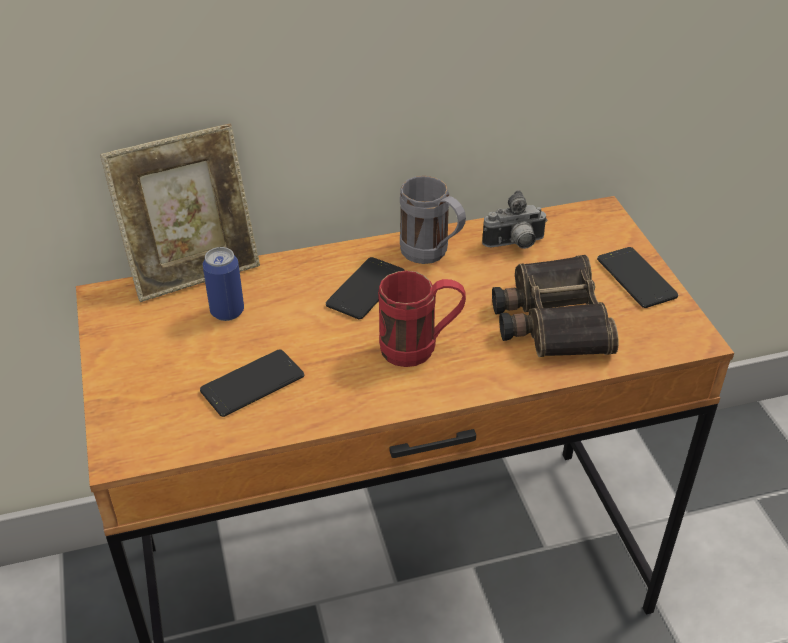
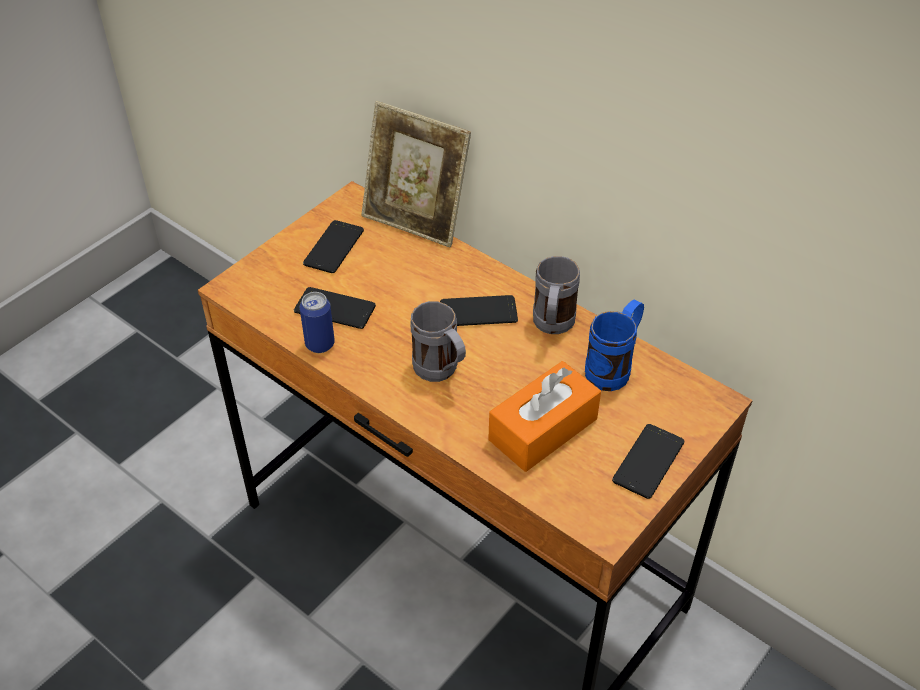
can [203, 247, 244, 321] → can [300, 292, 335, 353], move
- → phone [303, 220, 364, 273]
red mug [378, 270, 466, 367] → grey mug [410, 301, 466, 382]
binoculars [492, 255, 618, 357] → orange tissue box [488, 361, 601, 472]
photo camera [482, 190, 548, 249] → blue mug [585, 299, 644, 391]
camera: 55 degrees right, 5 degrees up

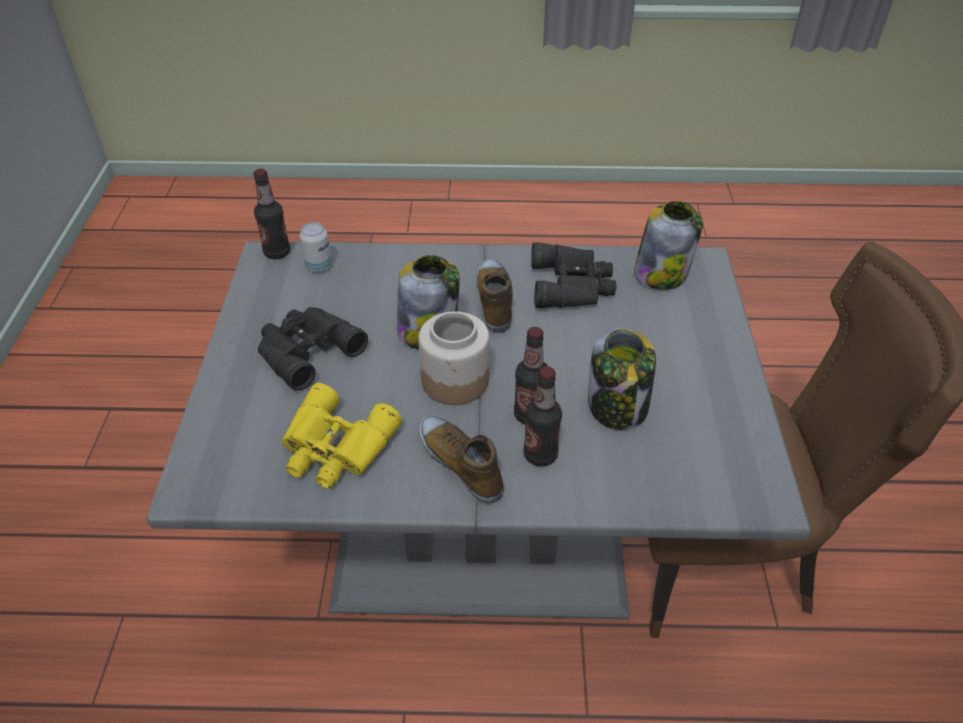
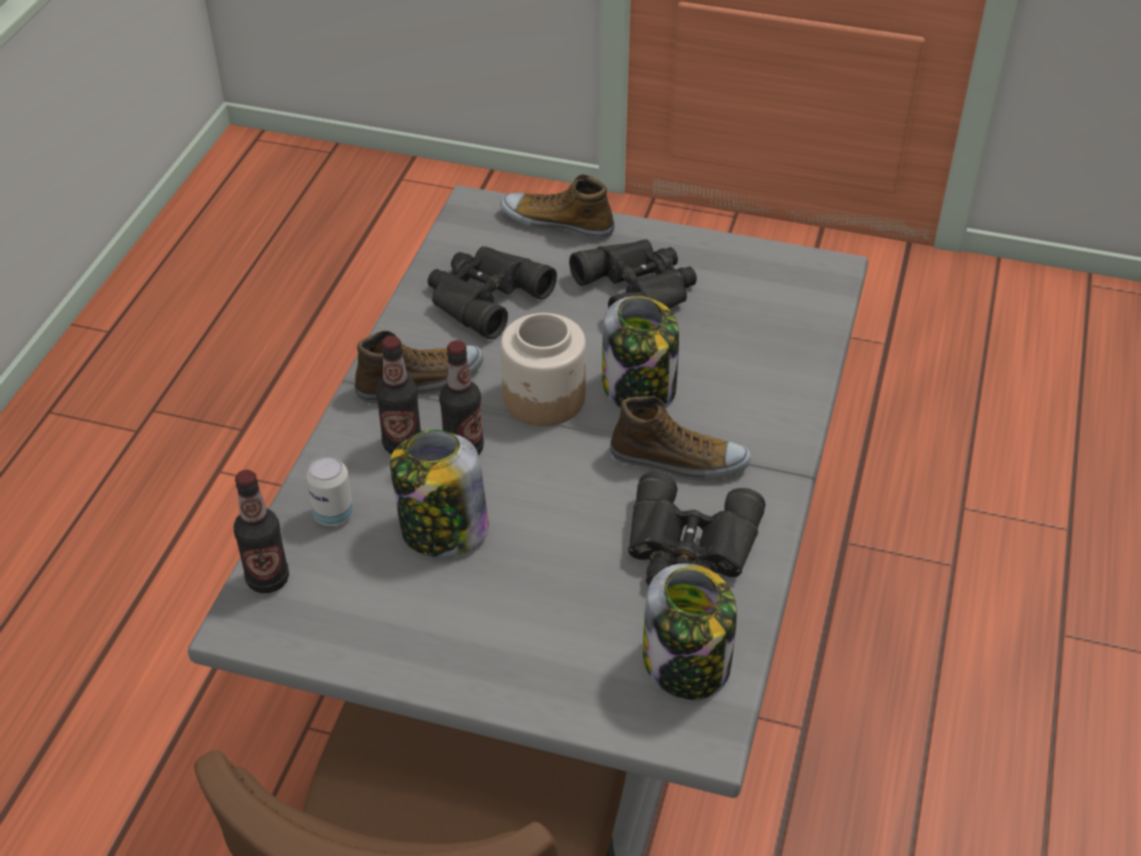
bottle [253, 169, 290, 259] → bottle [234, 470, 289, 593], move
can [300, 222, 332, 272] → can [306, 455, 353, 526], move
yellow binoculars [282, 383, 402, 489] → black binoculars [428, 246, 557, 339]
- → shoe [501, 174, 615, 239]
camera: 105 degrees right, 0 degrees up

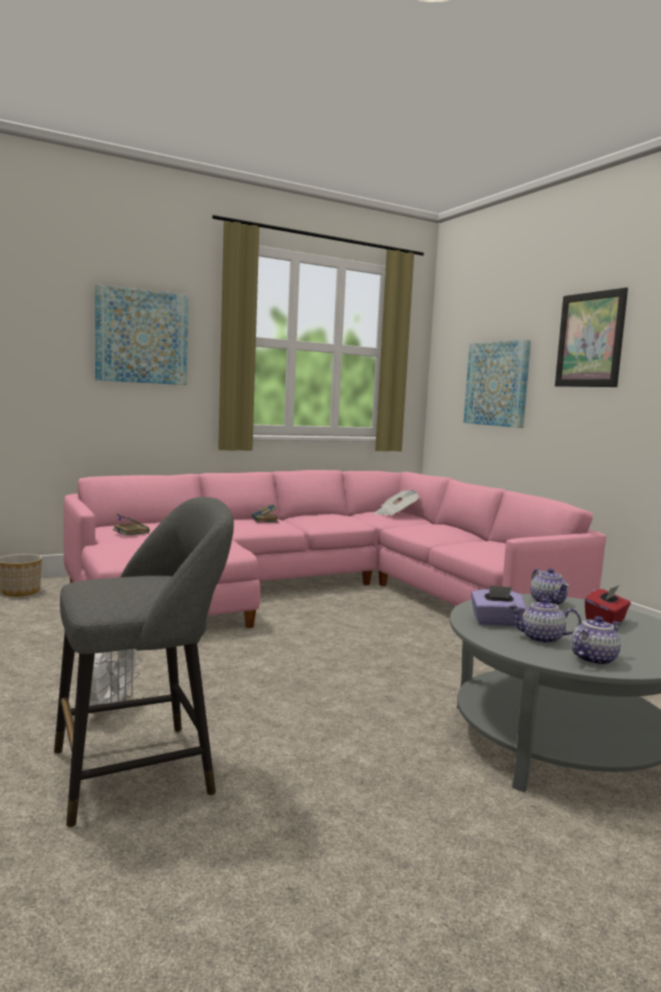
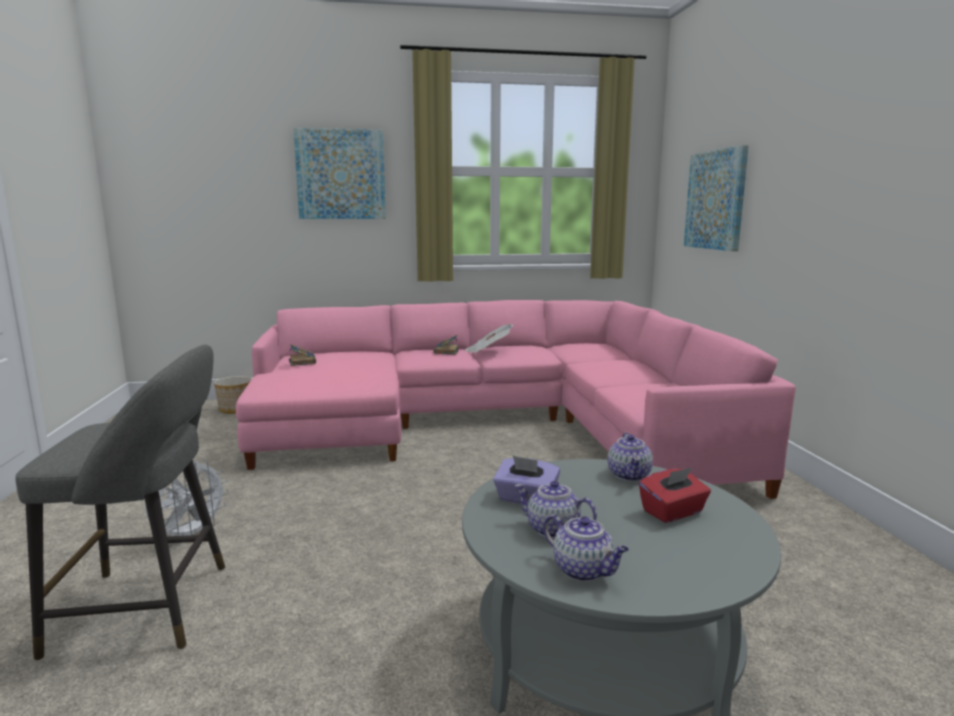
newspaper [374, 490, 419, 516] → newspaper [465, 324, 513, 353], move
teapot [572, 616, 621, 665] → teapot [543, 514, 629, 581], 60 degrees clockwise
picture [555, 287, 628, 387] → -
camera: 20 degrees right, 5 degrees up

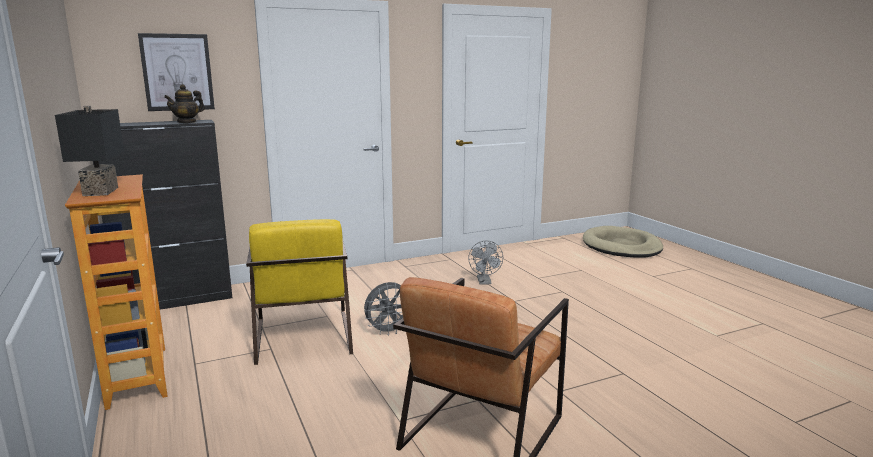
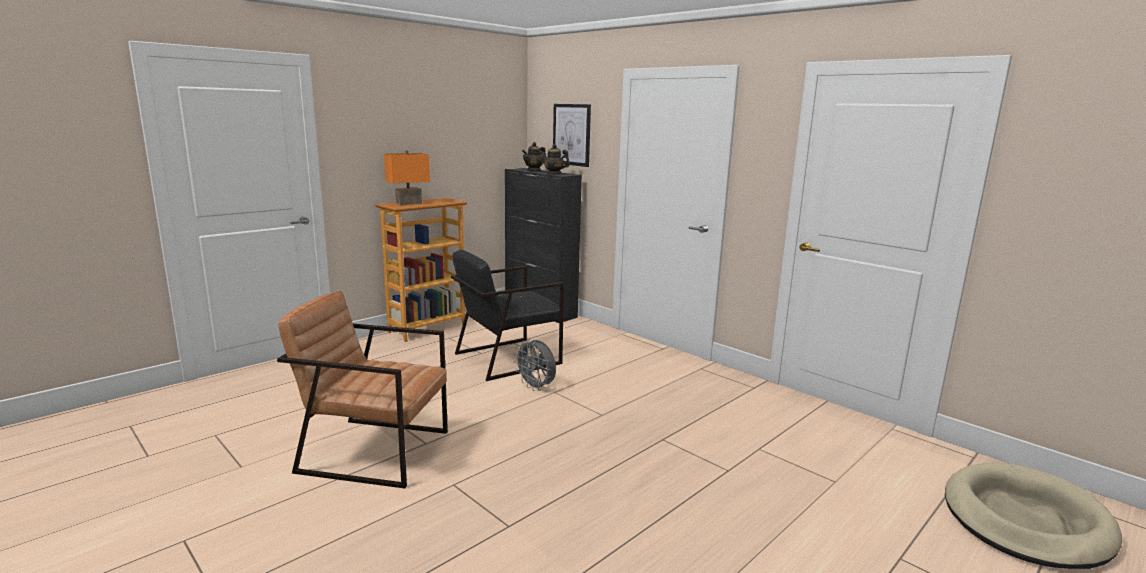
black table lamp [55, 106, 124, 196] → orange table lamp [384, 150, 430, 205]
yellow armchair [246, 219, 353, 365] → black armchair [451, 249, 564, 381]
- → teapot [522, 142, 546, 171]
grey fan [468, 241, 503, 285] → -
camera: 70 degrees right, 0 degrees up

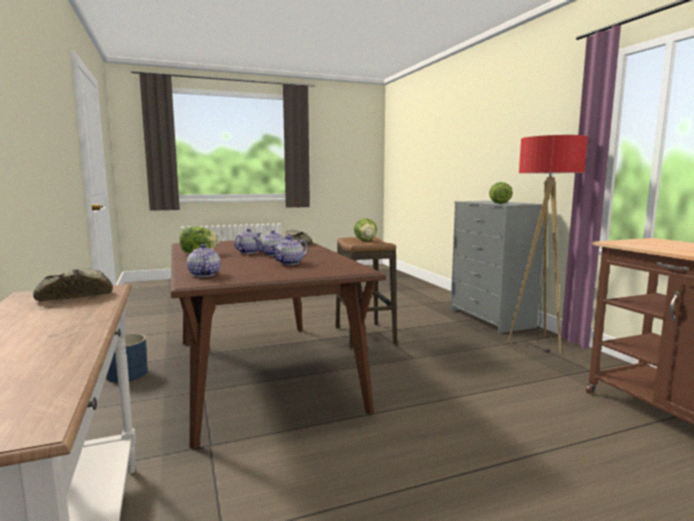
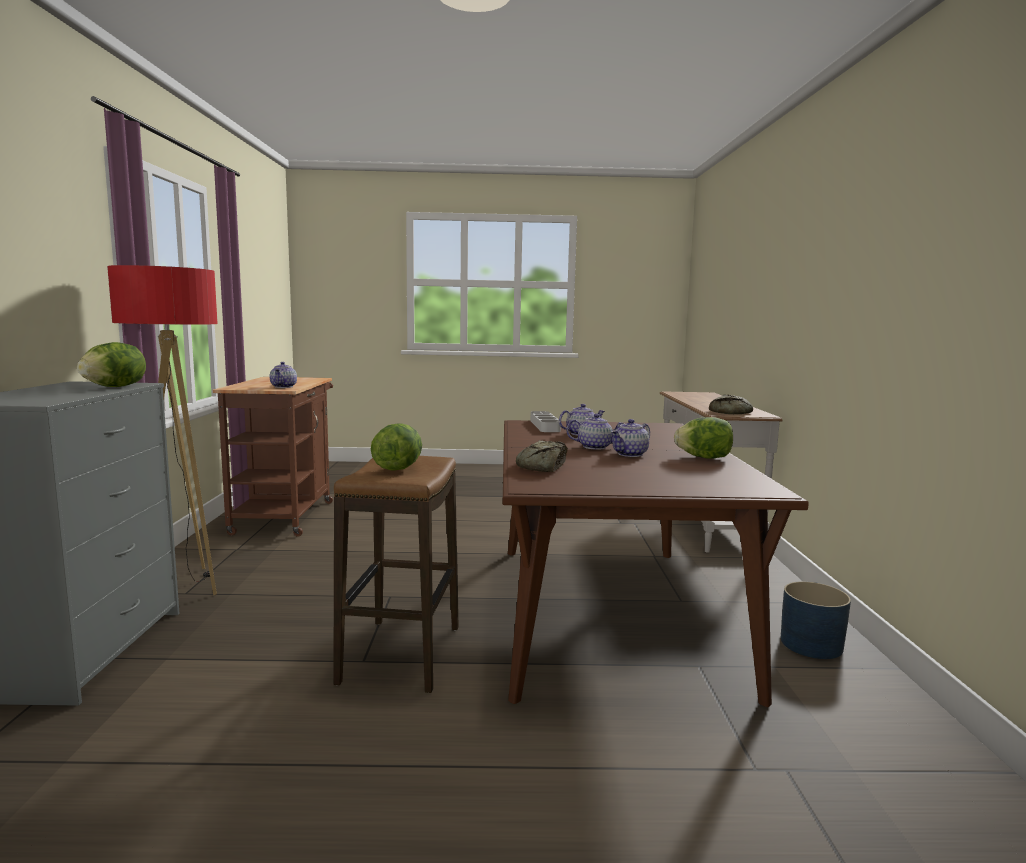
teapot [187, 244, 221, 277] → teapot [270, 362, 297, 388], move
- → grey tray [530, 411, 561, 432]
camera: 160 degrees left, 0 degrees up

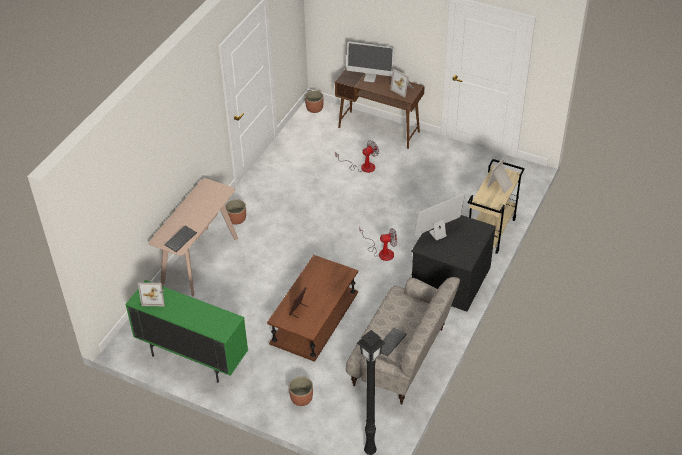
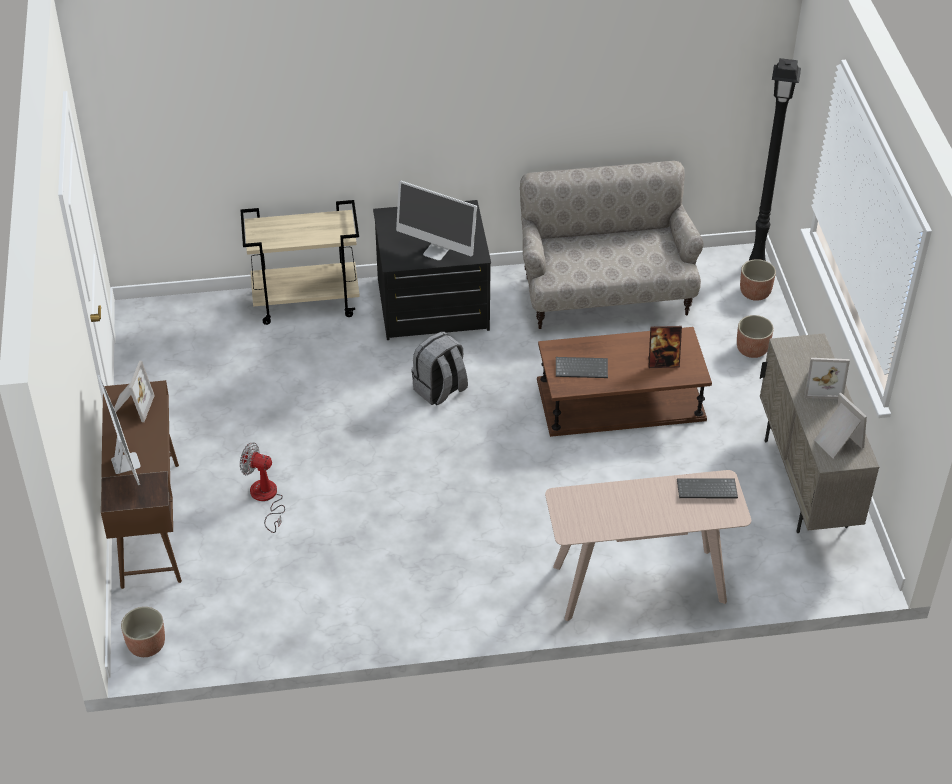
fan [360, 228, 397, 261] → grey backpack [411, 332, 468, 405]
keyboard [381, 328, 407, 356] → keyboard [556, 357, 608, 378], move
planter [225, 199, 246, 224] → planter [740, 259, 776, 301], move
green cabinet [125, 280, 248, 383] → beige cabinet [760, 333, 879, 533]
picture frame [487, 158, 513, 193] → picture frame [805, 358, 850, 399], move
camera: 125 degrees left, 0 degrees up

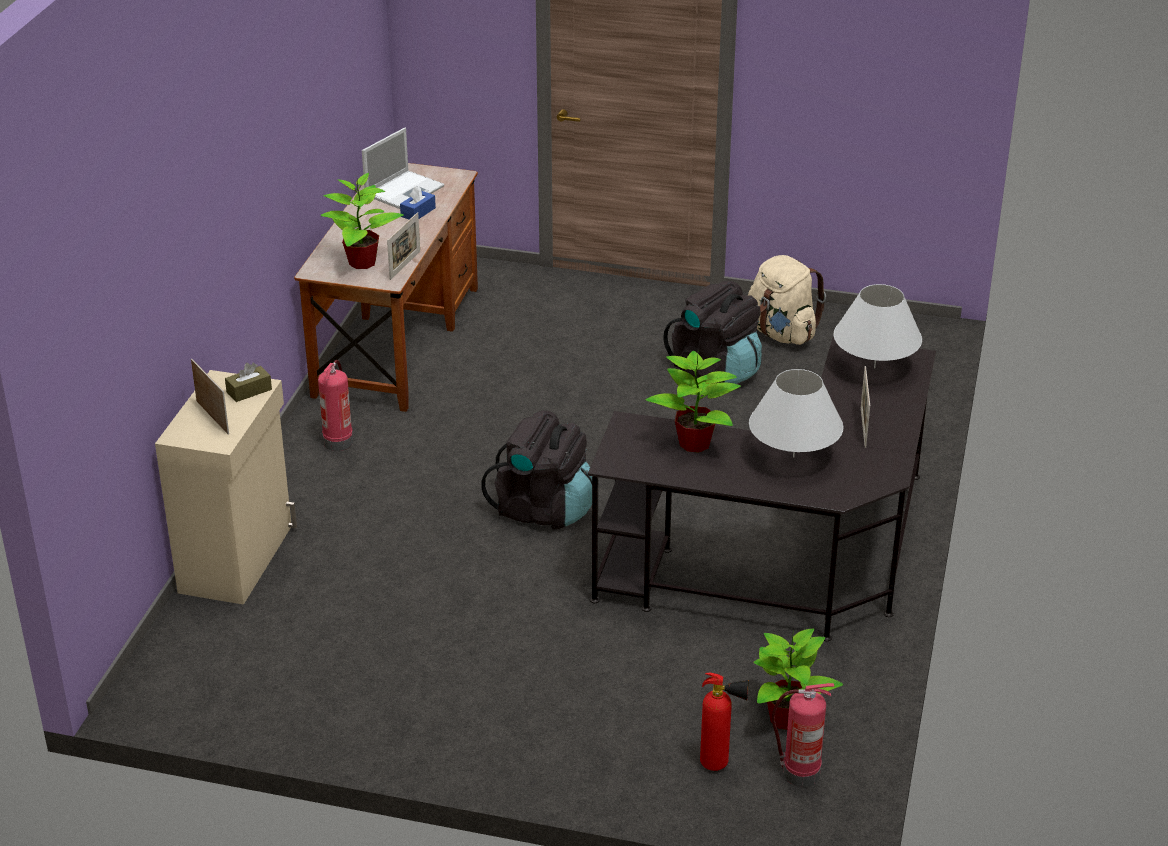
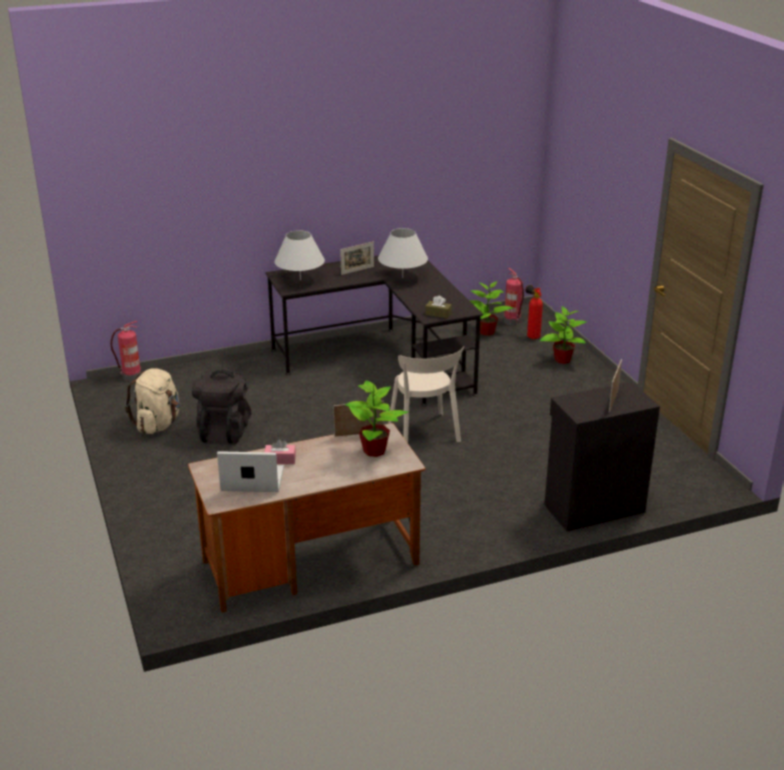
fire extinguisher [318, 360, 353, 451] → fire extinguisher [111, 321, 141, 381], move
blue tissue box [400, 186, 436, 220] → pink tissue box [265, 439, 296, 464]
black backpack [481, 410, 592, 529] → beige chair [388, 347, 464, 443]
brown tissue box [225, 363, 272, 402] → brown tissue box [425, 295, 452, 318], move
potted plant [646, 351, 741, 453] → potted plant [540, 306, 587, 364], move
beige cabinet [155, 370, 297, 605] → black cabinet [544, 382, 660, 532]
camera: 125 degrees left, 5 degrees down

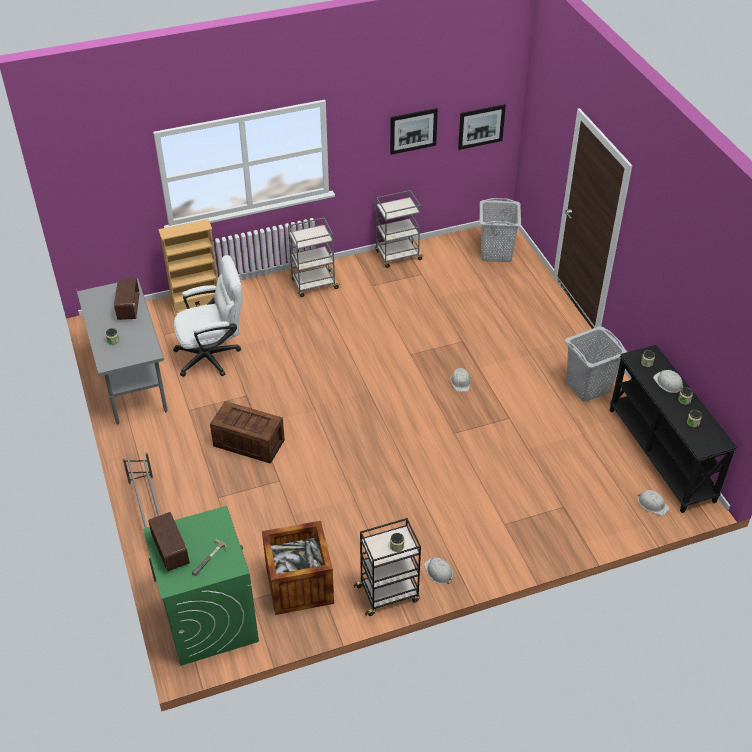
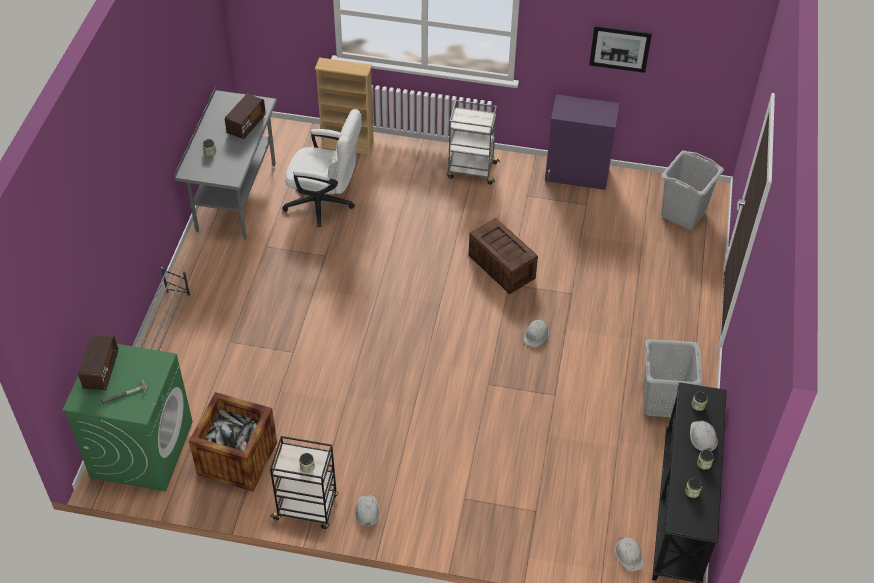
crate [210, 401, 285, 464] → crate [469, 218, 538, 294], move
grey cart [375, 190, 423, 268] → purple cabinet [545, 94, 619, 190]
picture [458, 104, 506, 150] → -
camera: 30 degrees right, 5 degrees up

